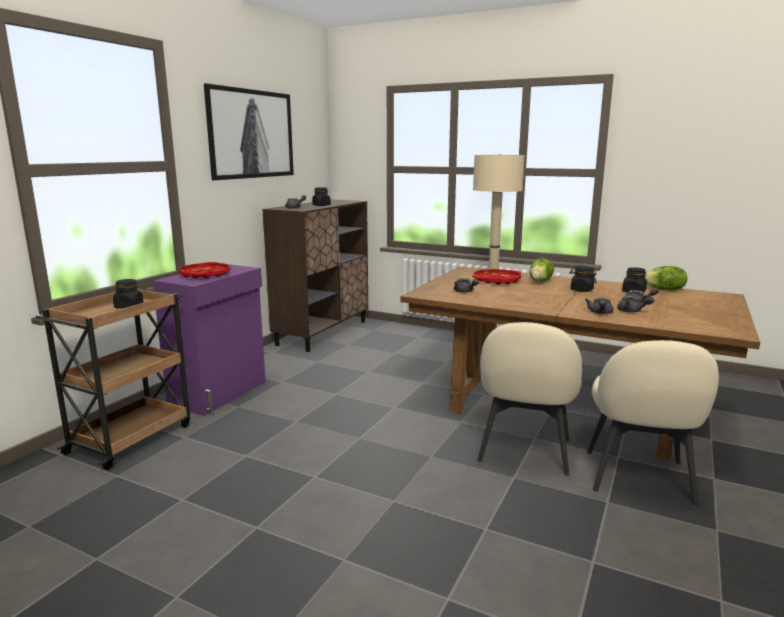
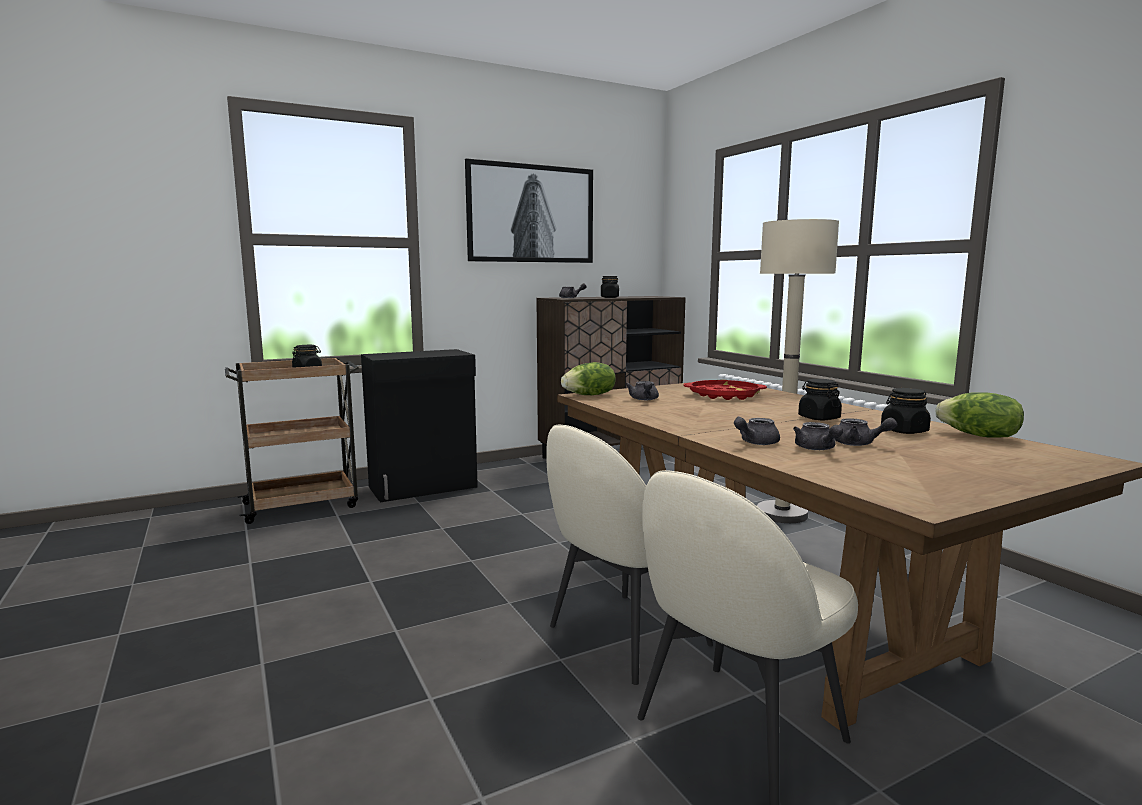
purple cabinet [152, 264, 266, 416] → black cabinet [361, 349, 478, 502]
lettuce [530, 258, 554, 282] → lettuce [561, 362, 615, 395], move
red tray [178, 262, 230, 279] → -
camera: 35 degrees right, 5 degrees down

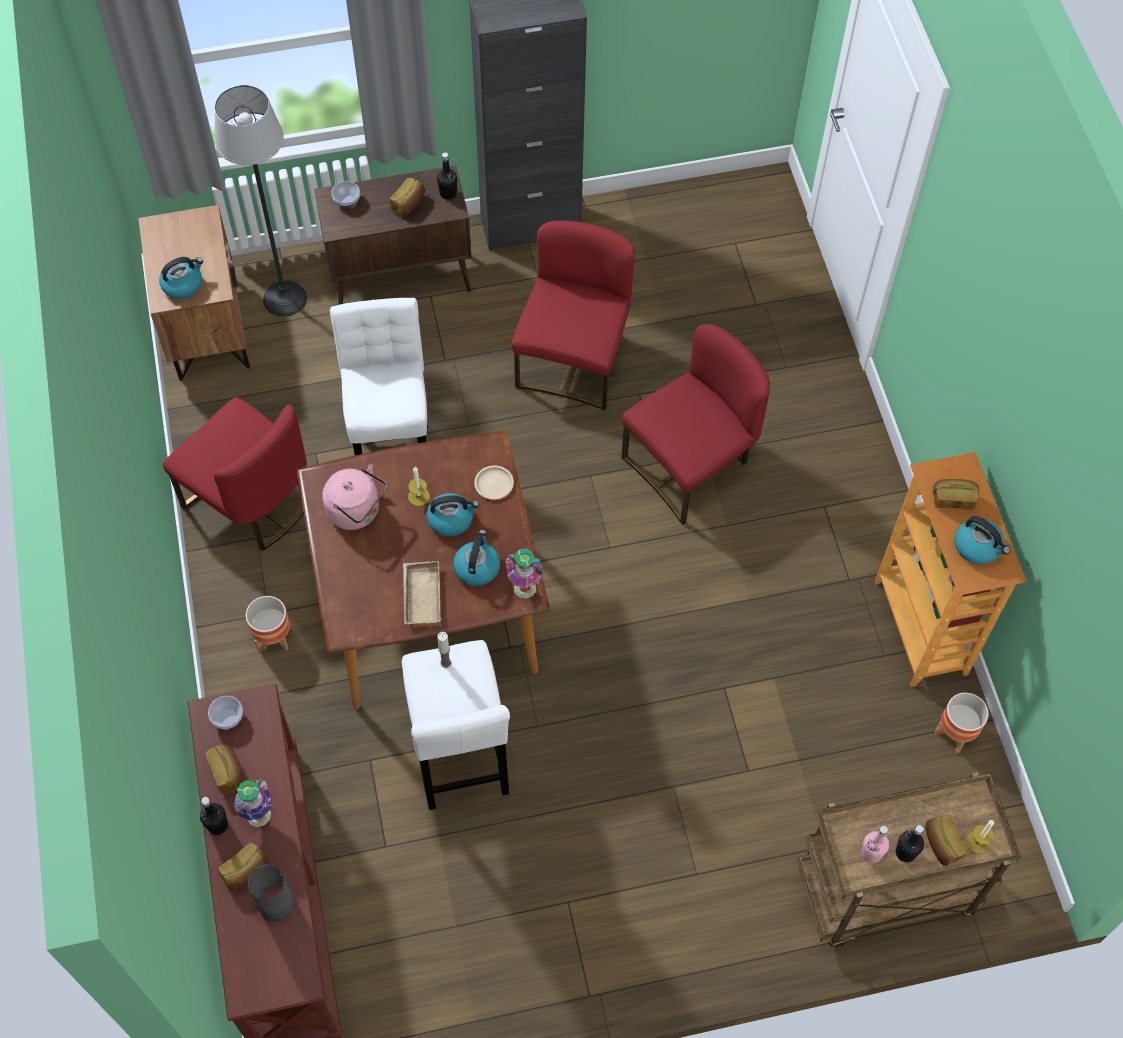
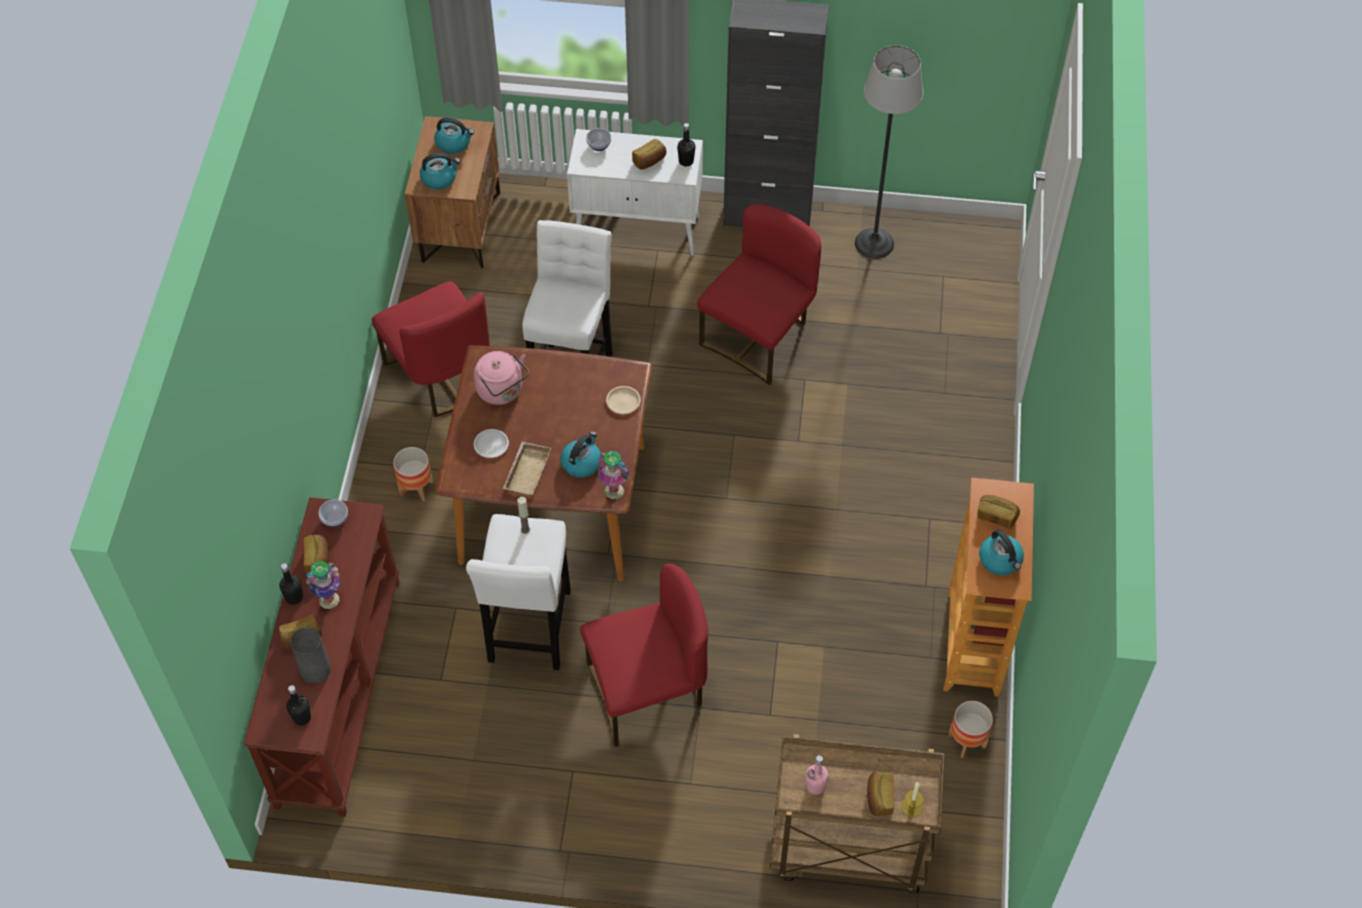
black bottle [896, 825, 924, 862] → black bottle [287, 685, 311, 725], move
kettle [426, 493, 479, 537] → kettle [434, 118, 474, 154], move
- → white plate [474, 429, 509, 458]
brown cabinet [314, 165, 472, 305] → white cabinet [567, 129, 703, 256]
red chair [622, 324, 770, 525] → red chair [580, 564, 708, 747], move
floor lamp [214, 85, 307, 317] → floor lamp [855, 45, 923, 259], move
candle [408, 467, 430, 506] → -
camera: 20 degrees right, 5 degrees down

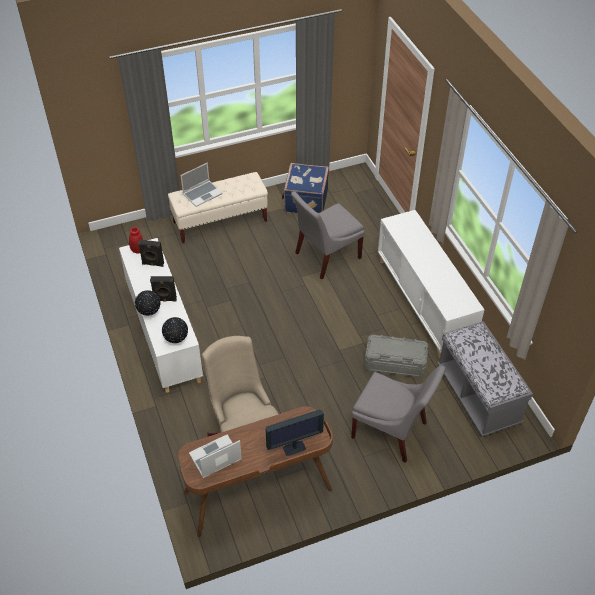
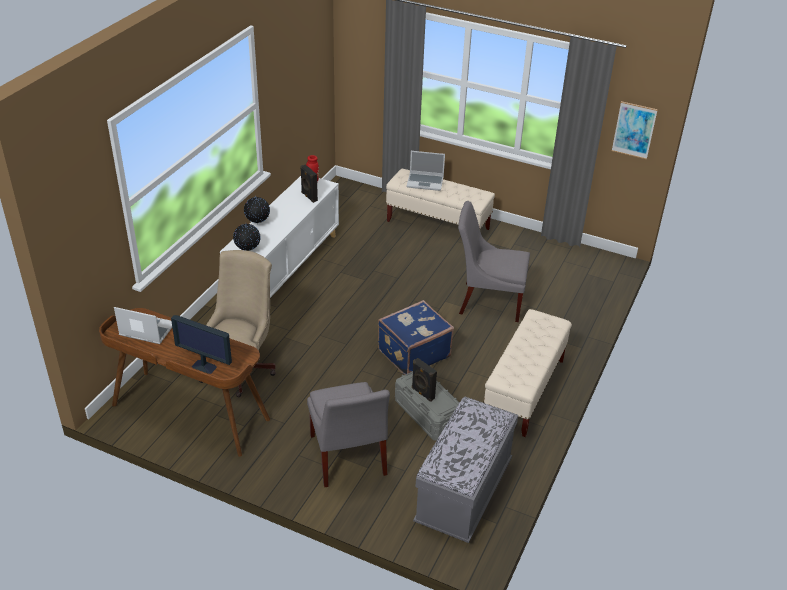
blue suitcase [282, 163, 329, 214] → blue suitcase [378, 300, 454, 375], move
black speaker [150, 276, 177, 301] → black speaker [412, 358, 437, 402], move
white cabinet [378, 210, 484, 358] → beige bench [484, 309, 572, 437]
- → picture [612, 101, 658, 159]
camera: 45 degrees right, 10 degrees down

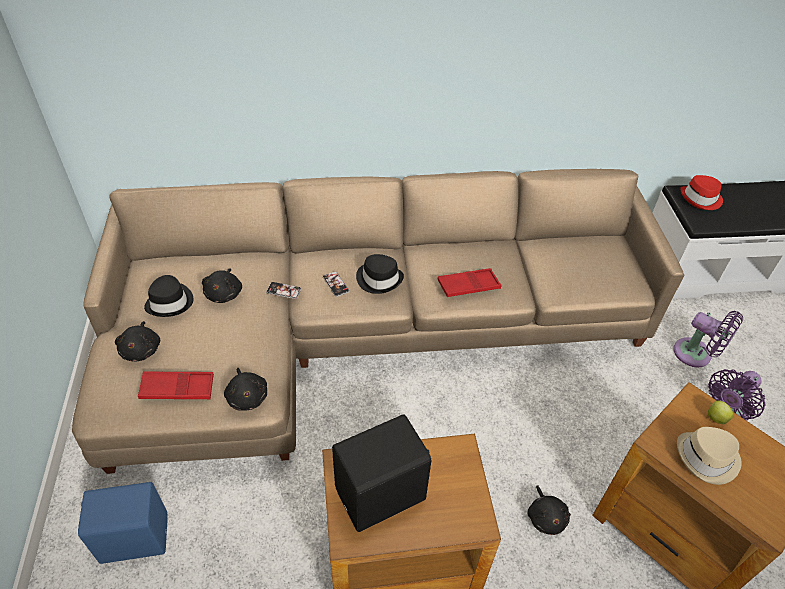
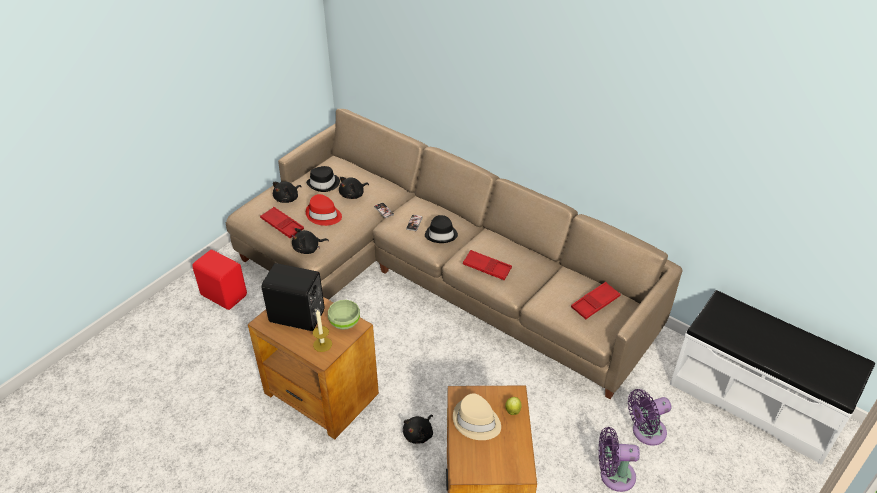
blue speaker [78, 482, 168, 564] → red speaker [192, 250, 247, 310]
black plush toy [224, 368, 267, 411] → black plush toy [292, 228, 329, 254], 45 degrees clockwise
red hat [680, 175, 723, 210] → red hat [306, 194, 342, 226], move
- → candle [313, 309, 332, 352]
- → green bowl [328, 300, 360, 330]
- → red tray [571, 282, 620, 319]
purple fan [673, 311, 743, 368] → purple fan [628, 389, 671, 445], 75 degrees clockwise
camera: 45 degrees right, 5 degrees down

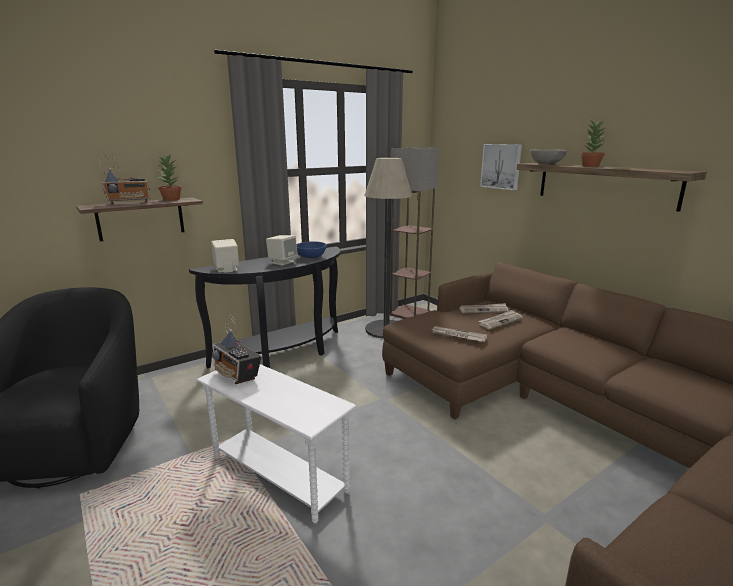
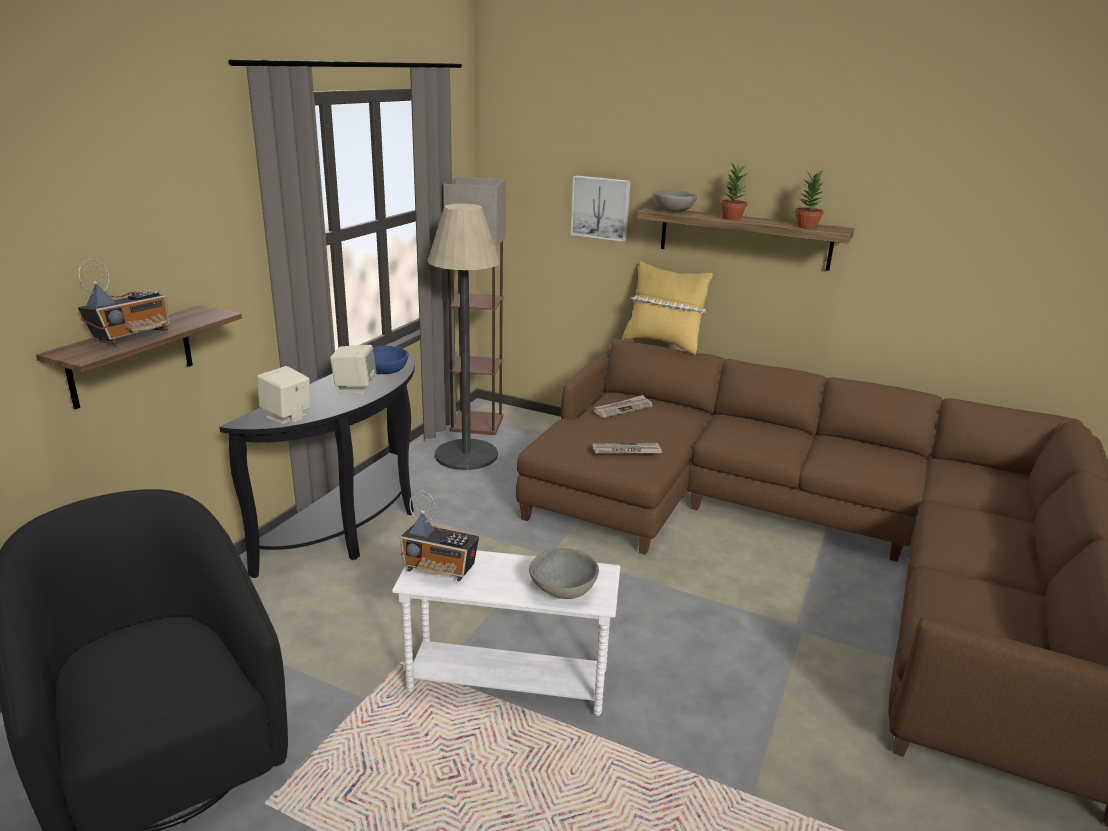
- → grey bowl [529, 548, 599, 599]
- → yellow pillow [622, 261, 713, 355]
potted plant [158, 155, 182, 201] → potted plant [795, 170, 825, 229], move
newspaper [478, 310, 523, 329] → -
camera: 30 degrees left, 5 degrees up

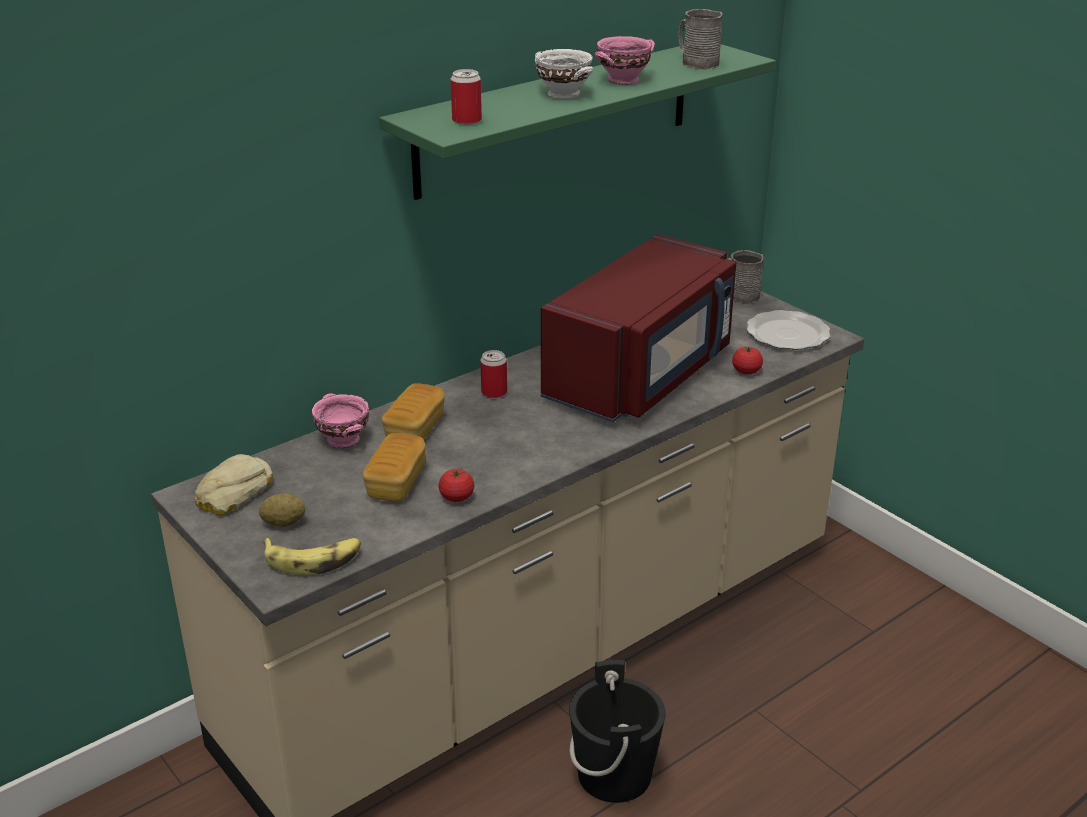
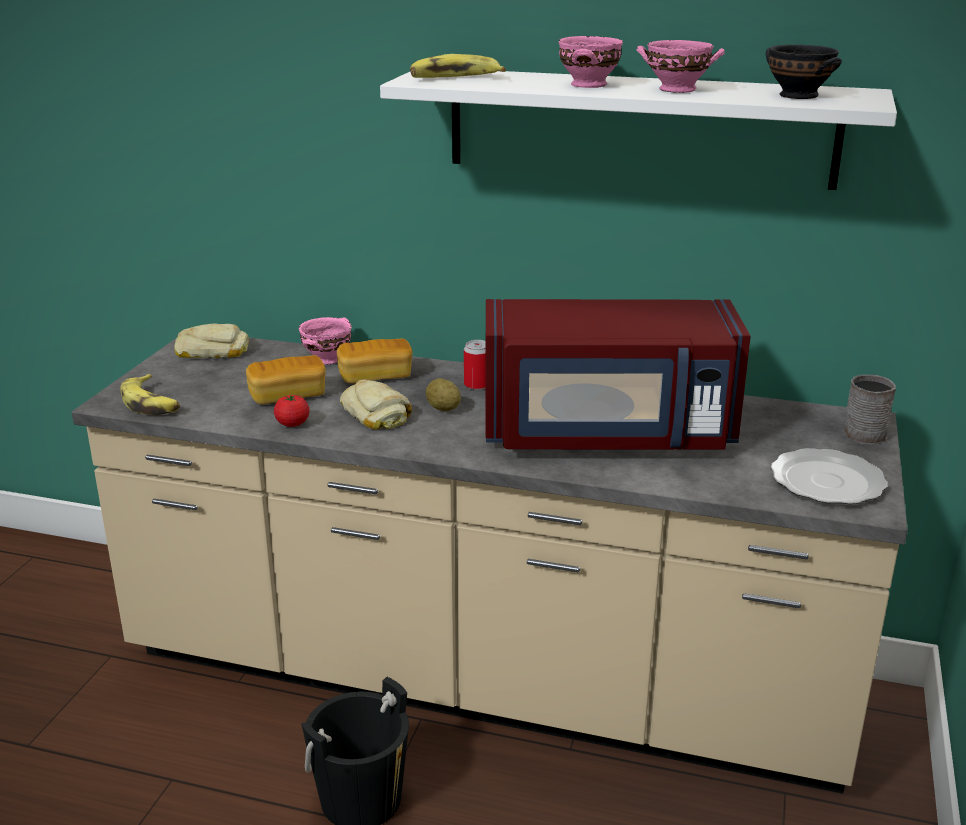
- → bread [340, 379, 412, 430]
green shelf [379, 44, 776, 200] → white shelf [380, 71, 897, 190]
can [451, 69, 482, 125] → banana [410, 54, 506, 78]
potato [259, 493, 305, 527] → potato [426, 378, 461, 411], move
white bowl [535, 49, 593, 99] → pink bowl [559, 36, 623, 88]
grey mug [678, 9, 723, 69] → black bowl [766, 45, 842, 99]
tomato [732, 346, 763, 375] → -
camera: 55 degrees right, 5 degrees down

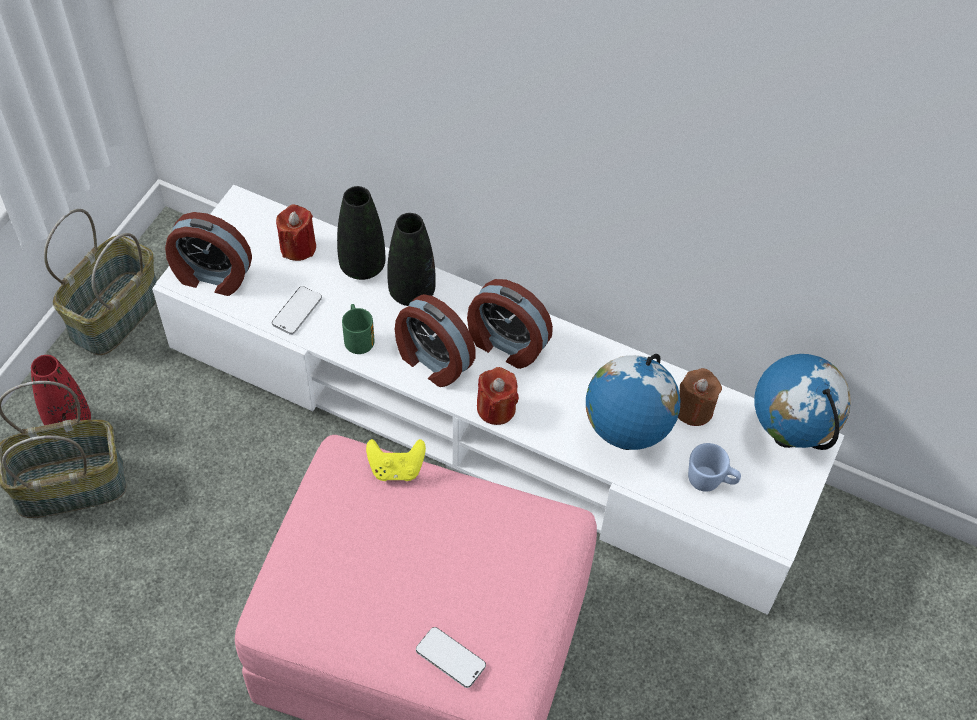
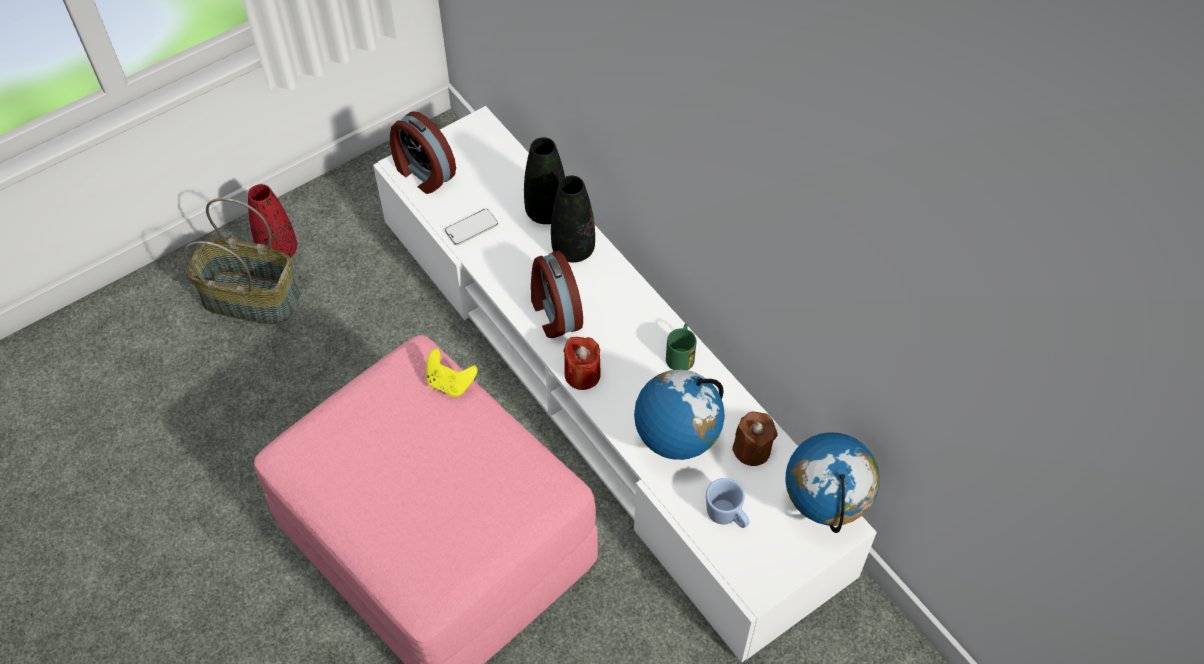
green mug [342, 304, 374, 354] → green mug [666, 324, 697, 370], move
basket [44, 209, 157, 355] → -
red candle [276, 205, 316, 261] → -
phone [416, 627, 486, 688] → -
alarm clock [467, 279, 553, 369] → -
camera: 30 degrees right, 0 degrees up

